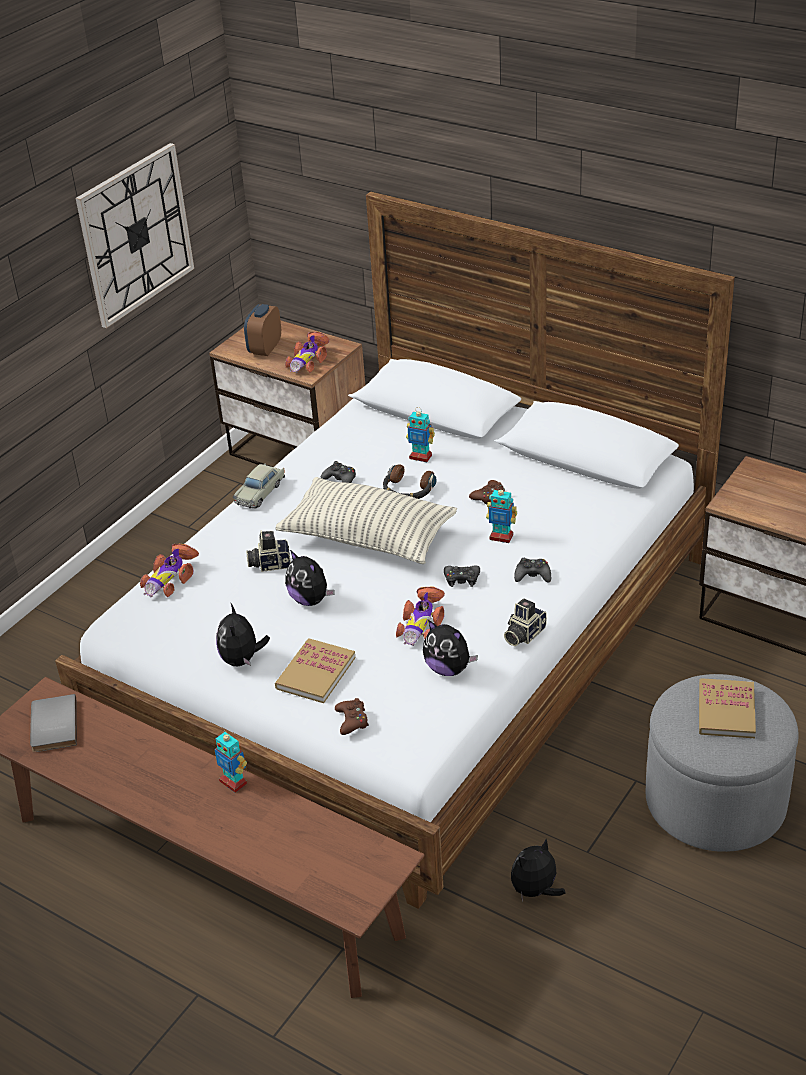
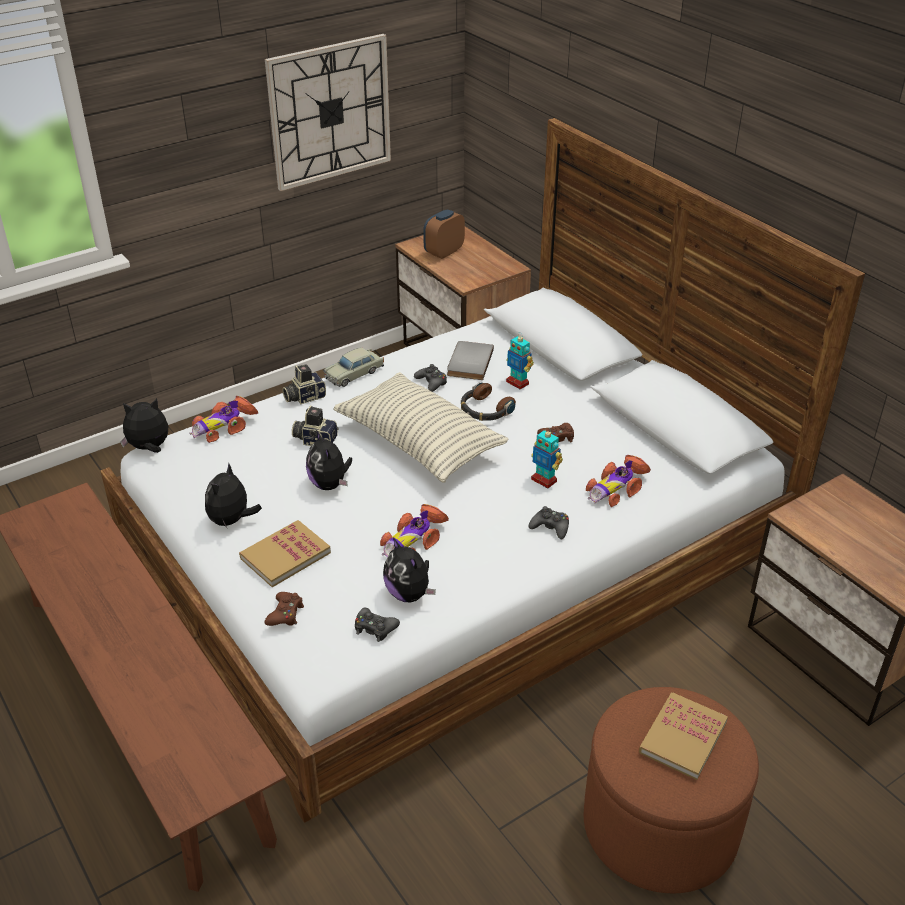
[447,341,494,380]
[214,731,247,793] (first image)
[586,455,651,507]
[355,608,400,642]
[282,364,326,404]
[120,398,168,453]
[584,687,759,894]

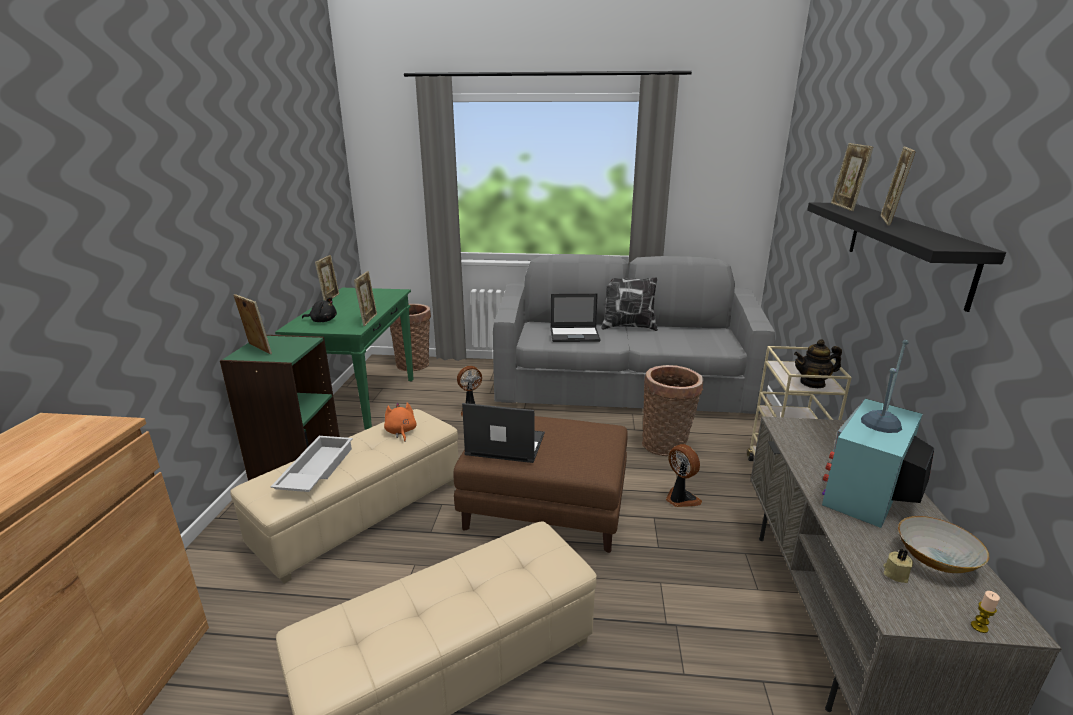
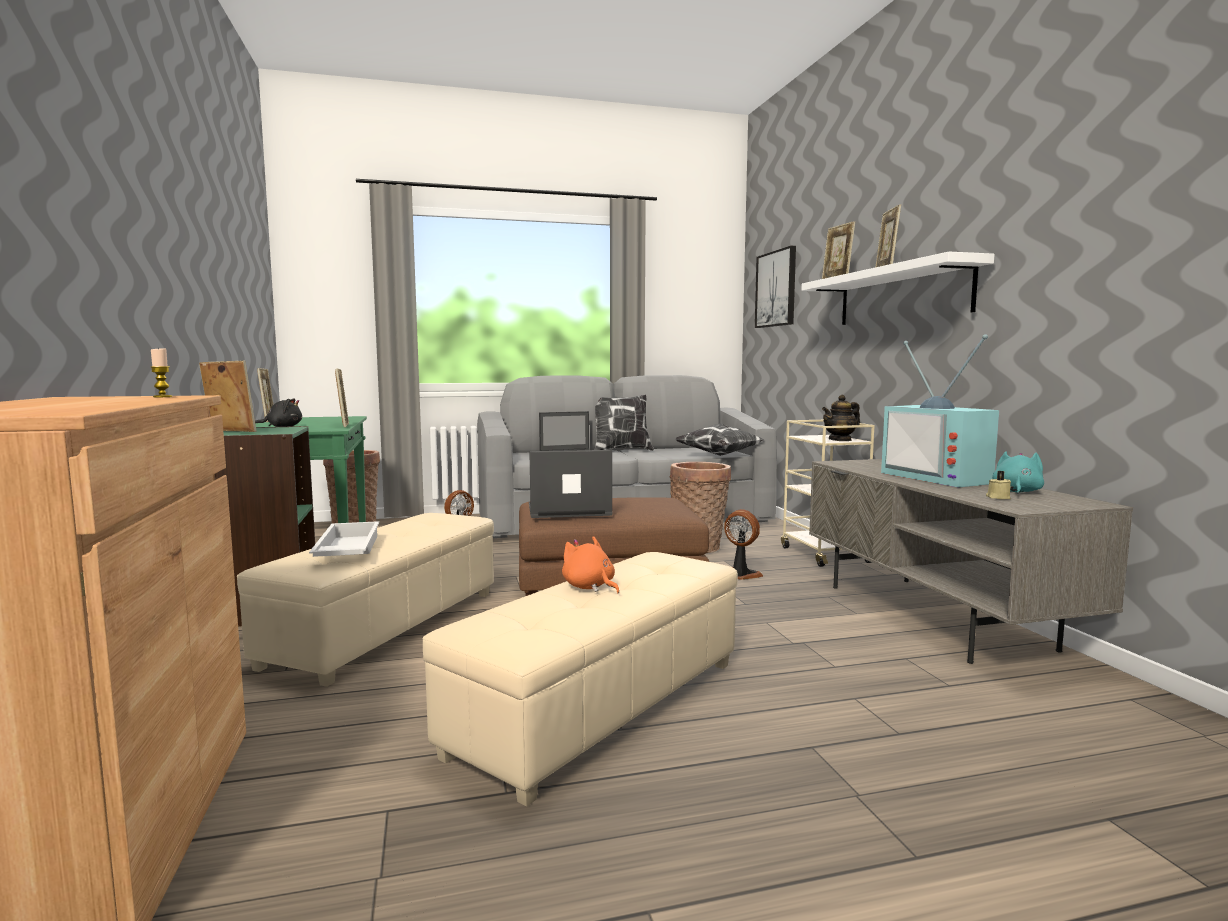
[562,536,619,593]
[801,252,995,325]
[881,334,999,487]
[992,451,1044,494]
[151,348,172,397]
[675,424,764,456]
[755,246,796,328]

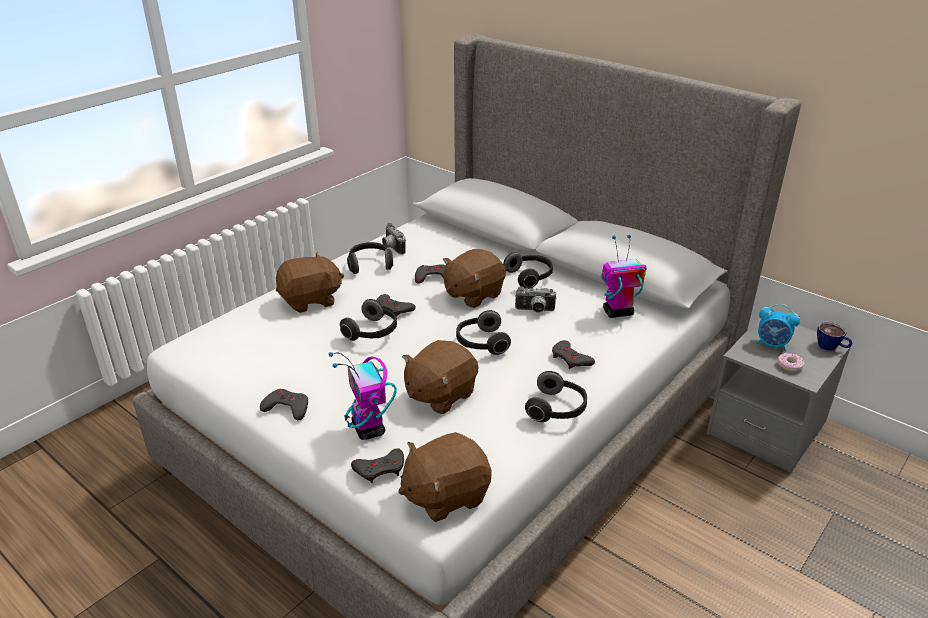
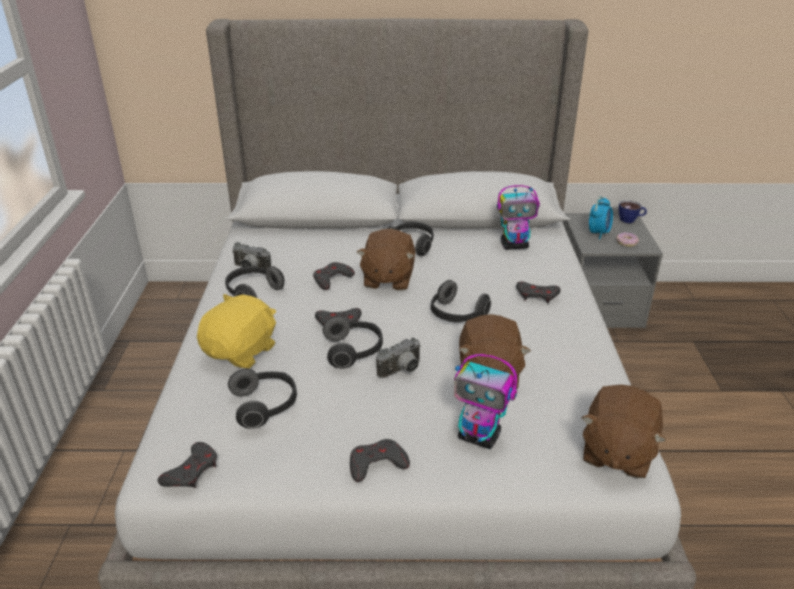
[197,294,276,369]
[158,442,217,488]
[376,338,421,378]
[228,369,297,429]
[497,185,540,250]
[589,196,613,240]

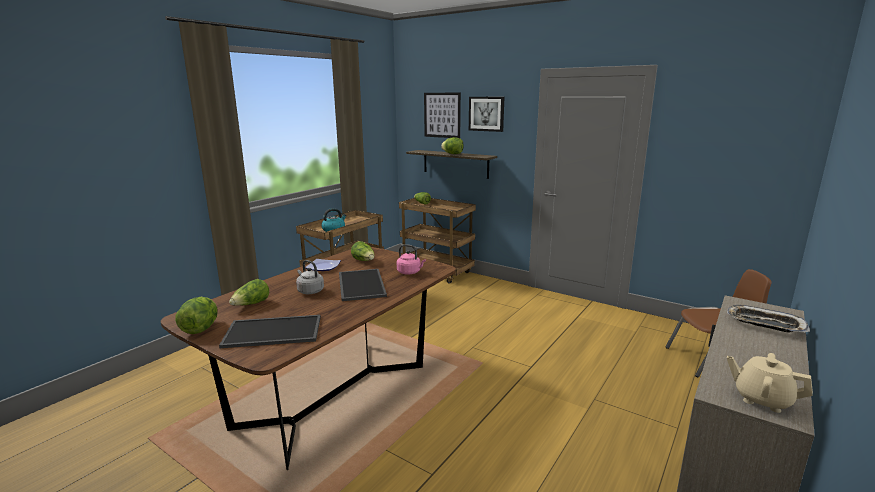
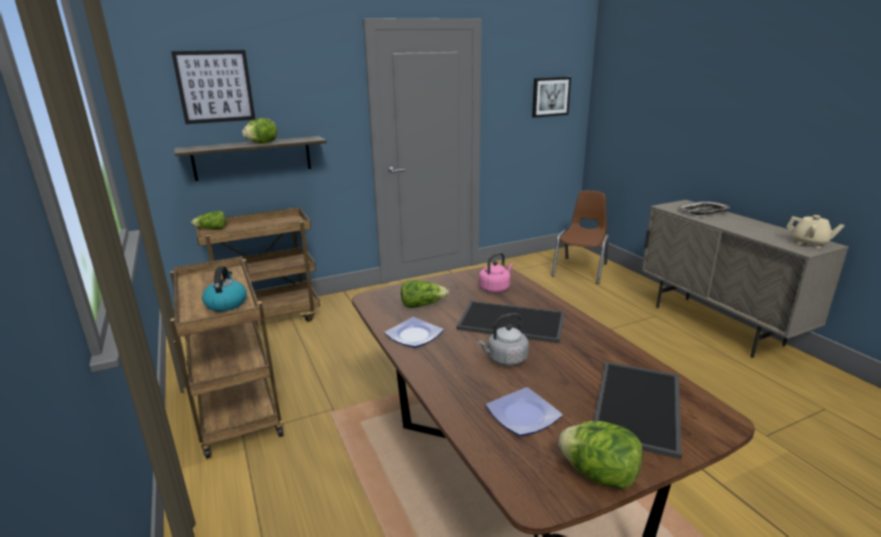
[486,387,563,436]
[532,77,571,118]
[786,215,845,248]

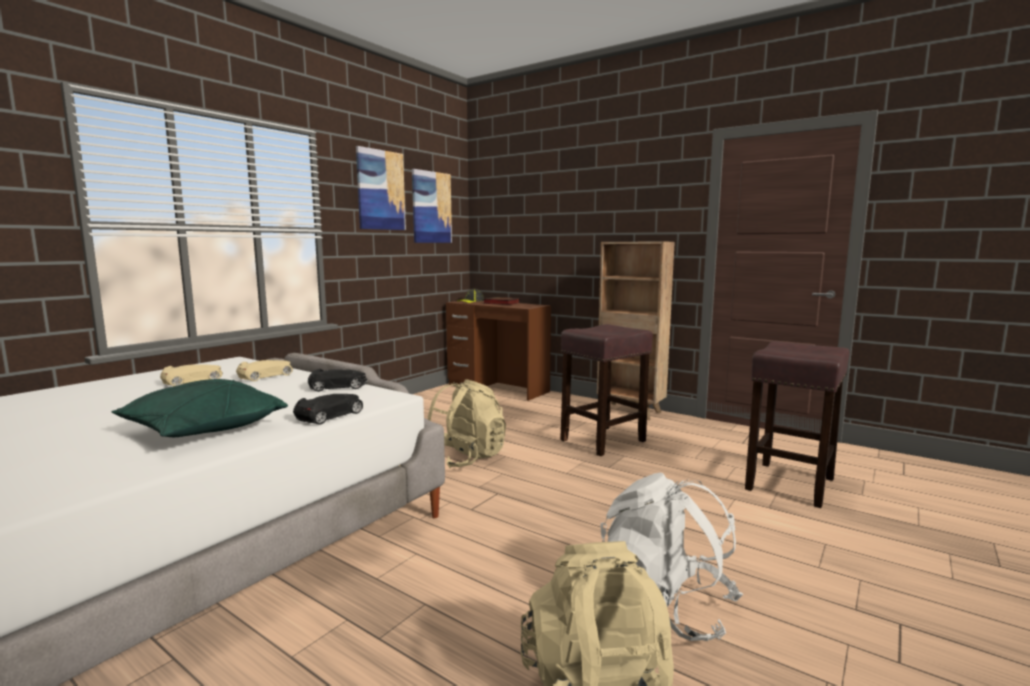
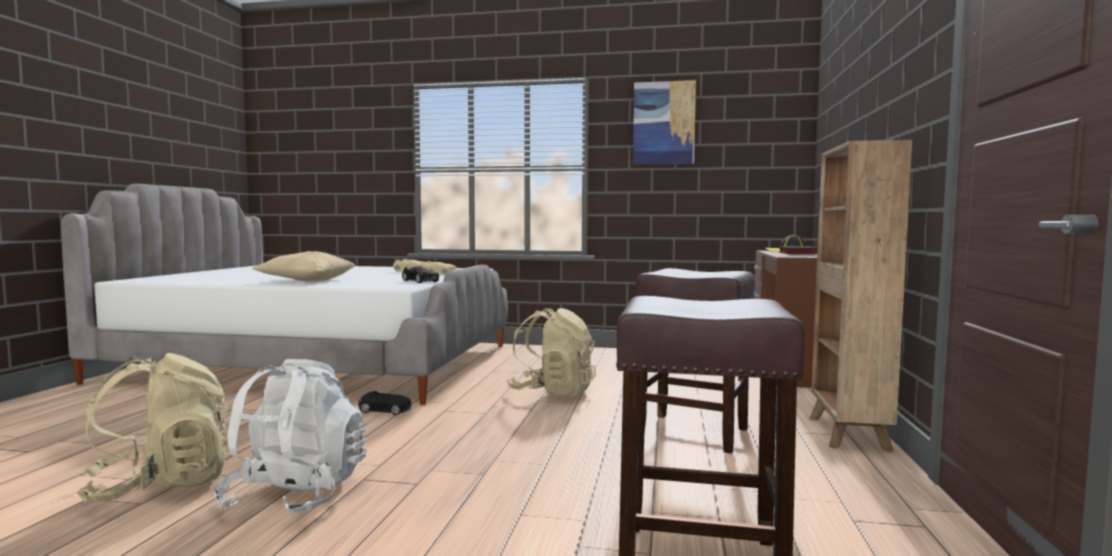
[252,251,355,281]
[358,391,411,415]
[412,169,452,243] (first image)

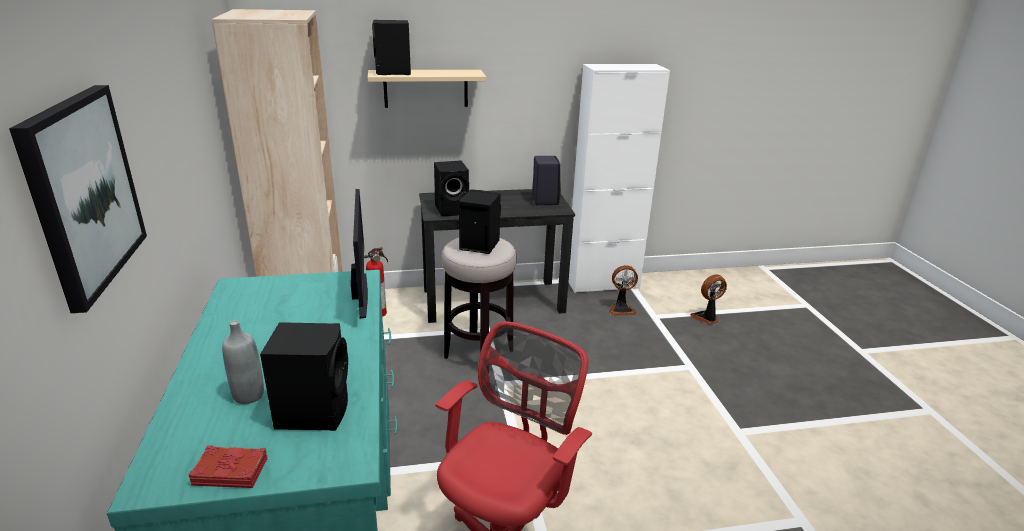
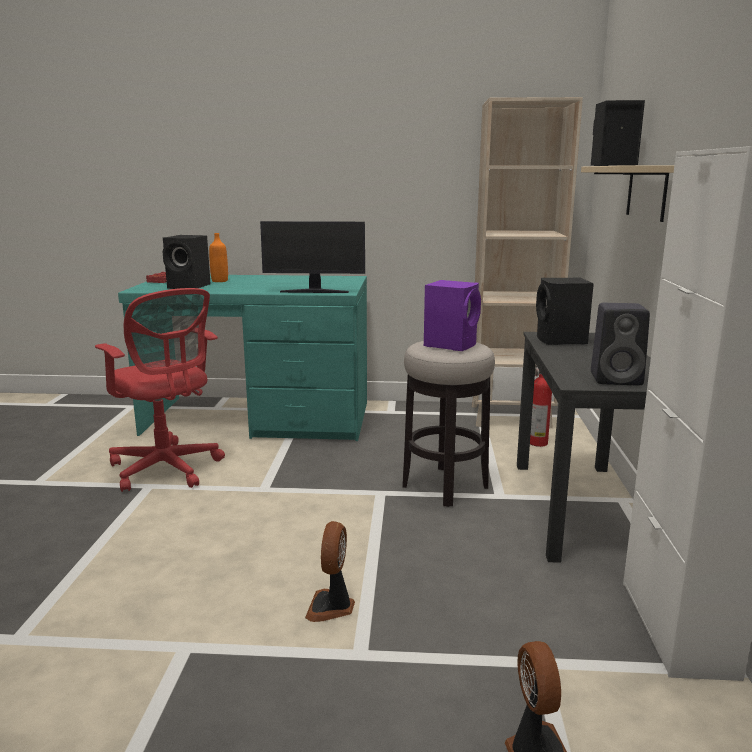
[9,85,147,313] (first image)
[209,233,228,282]
[424,280,481,351]
[305,521,355,622]

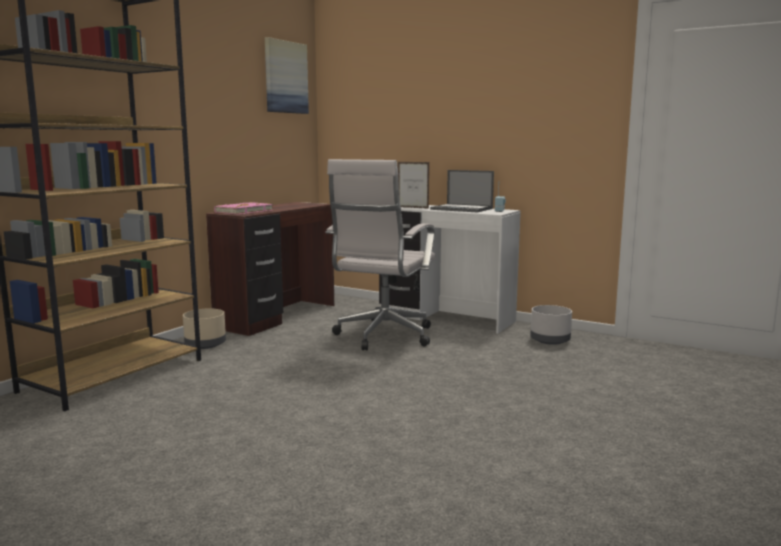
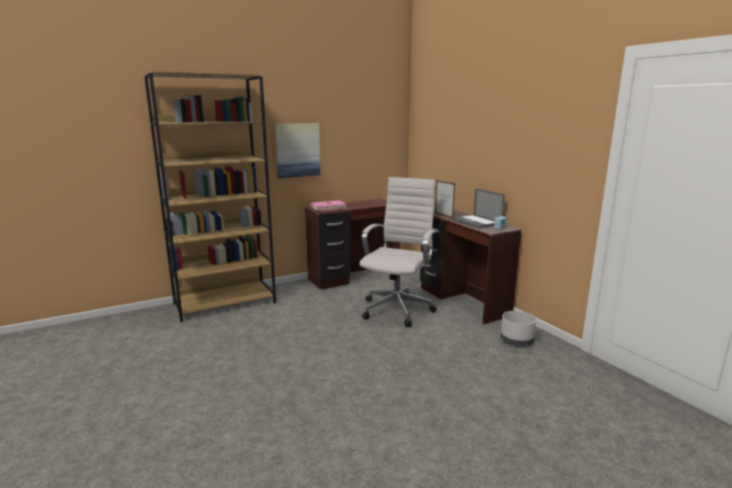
[183,309,226,349] (first image)
[275,123,320,178]
[359,177,439,327]
[420,210,522,325]

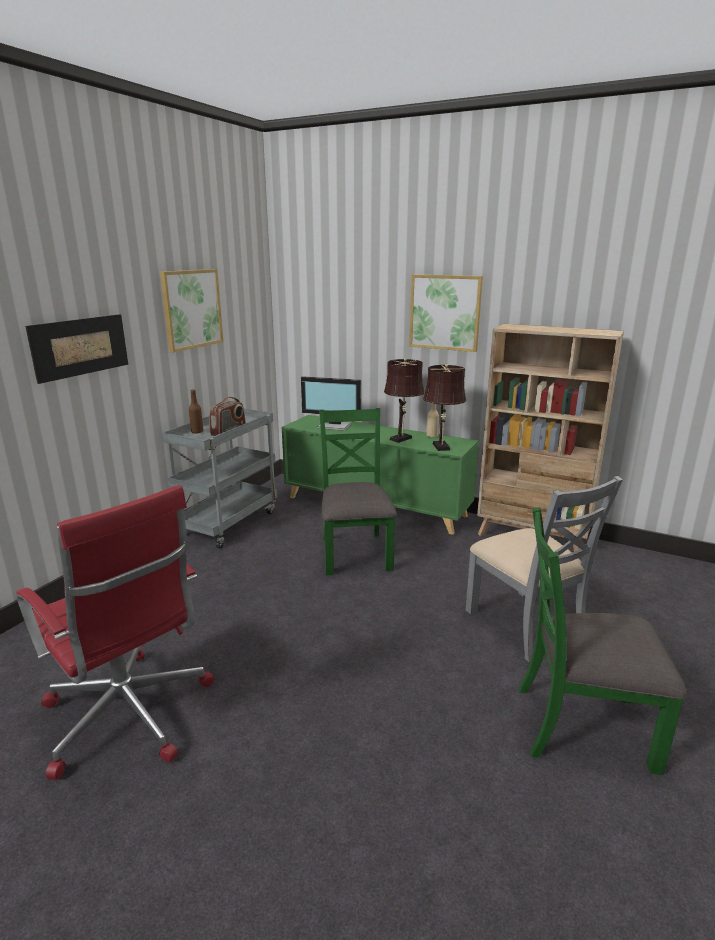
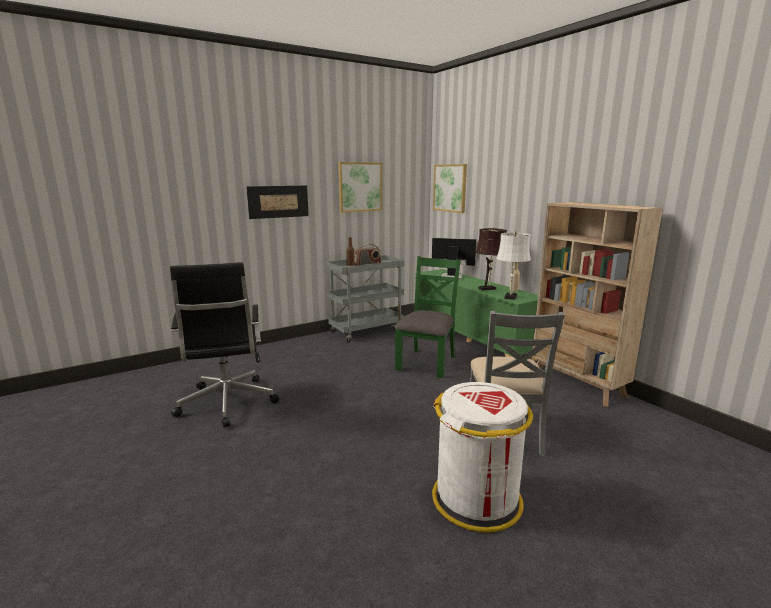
[170,262,279,428]
[432,238,477,280]
[433,164,467,213]
[496,231,531,300]
[432,382,533,532]

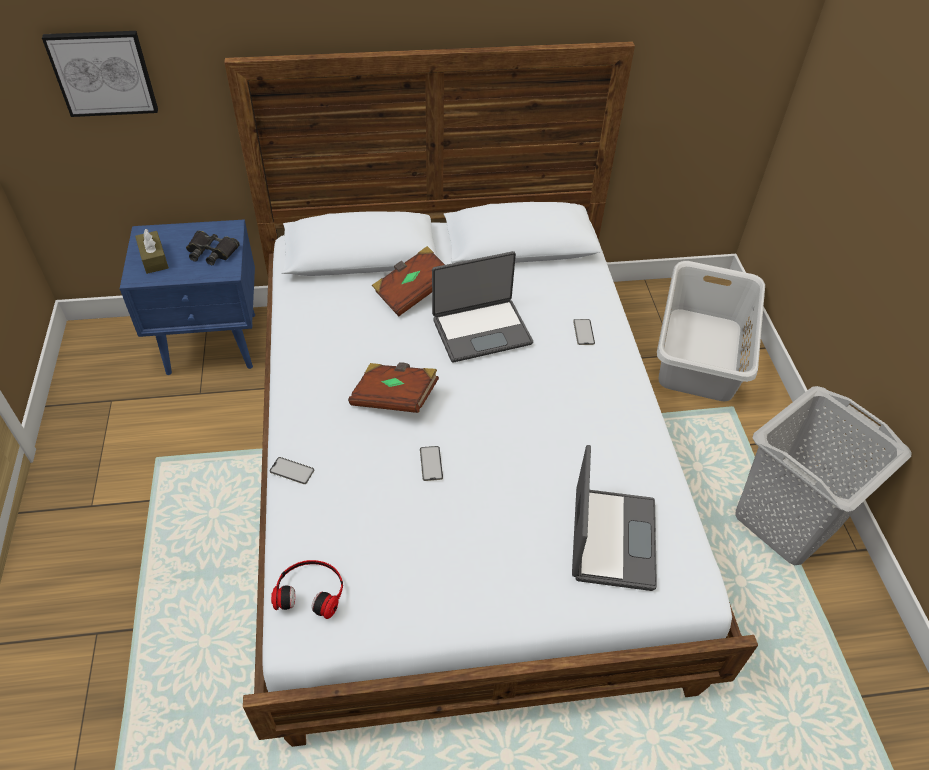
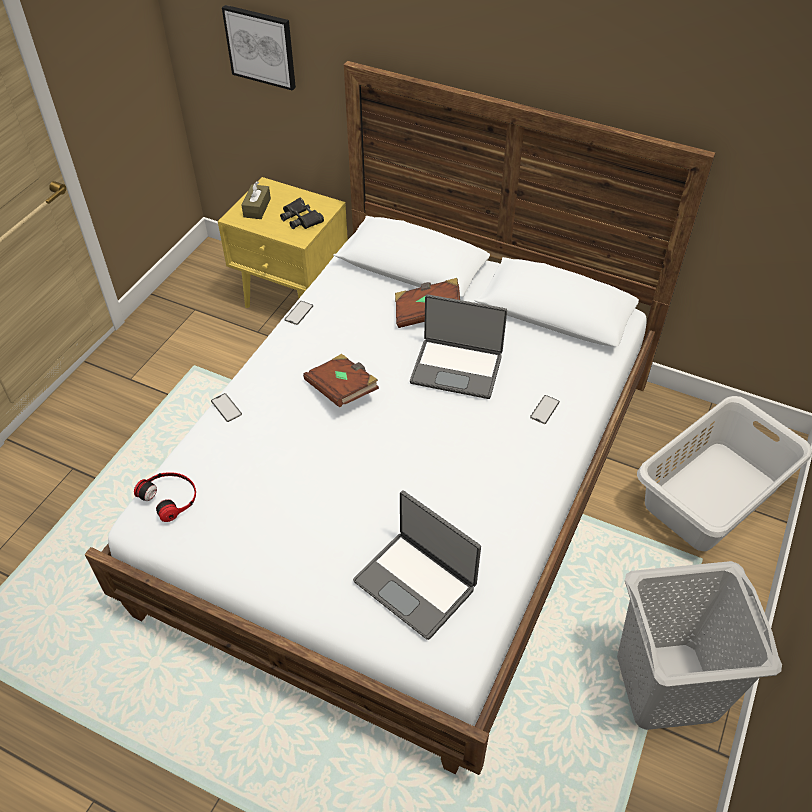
[218,177,348,308]
[284,301,313,325]
[353,490,481,640]

